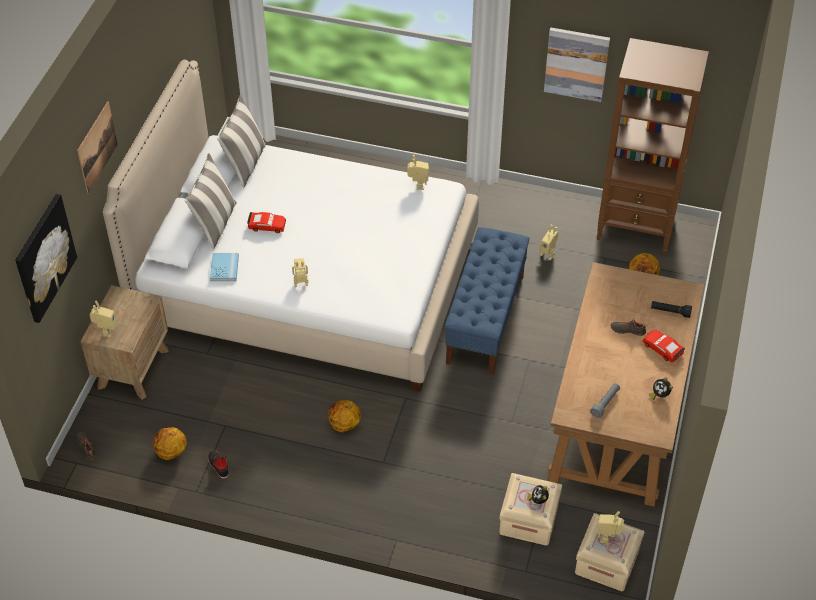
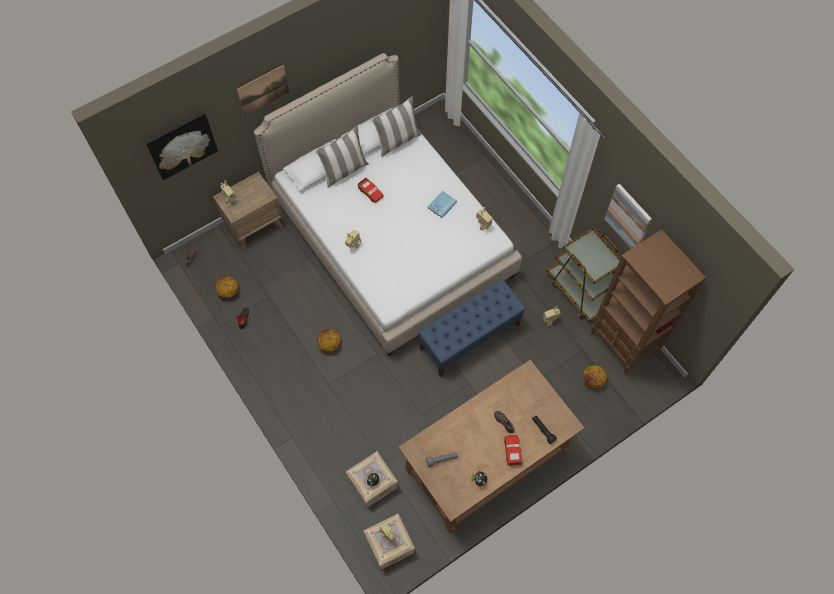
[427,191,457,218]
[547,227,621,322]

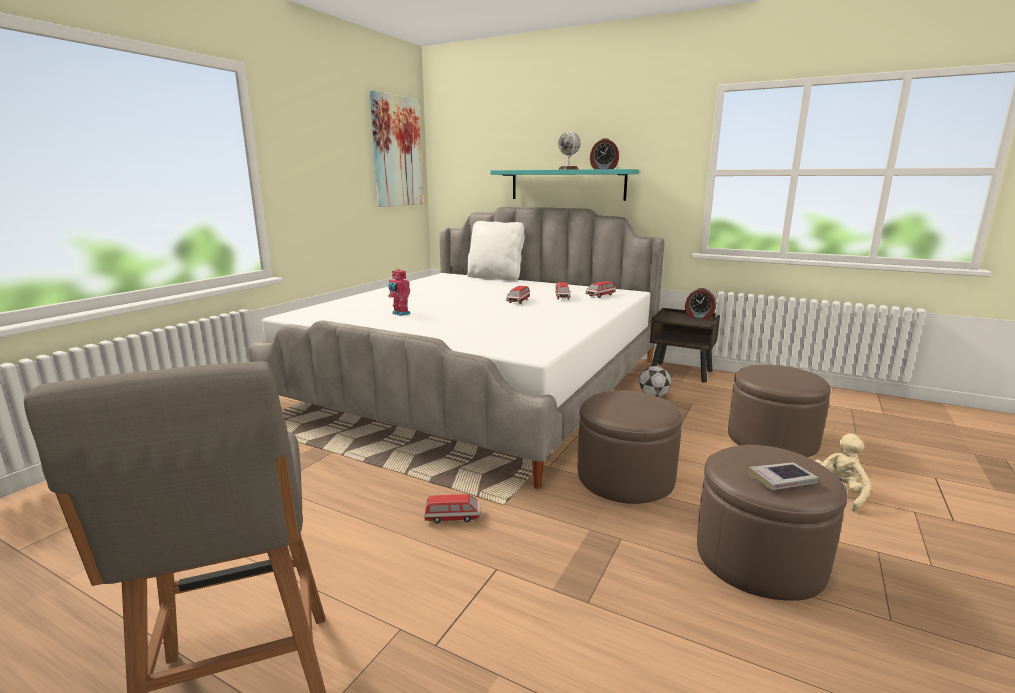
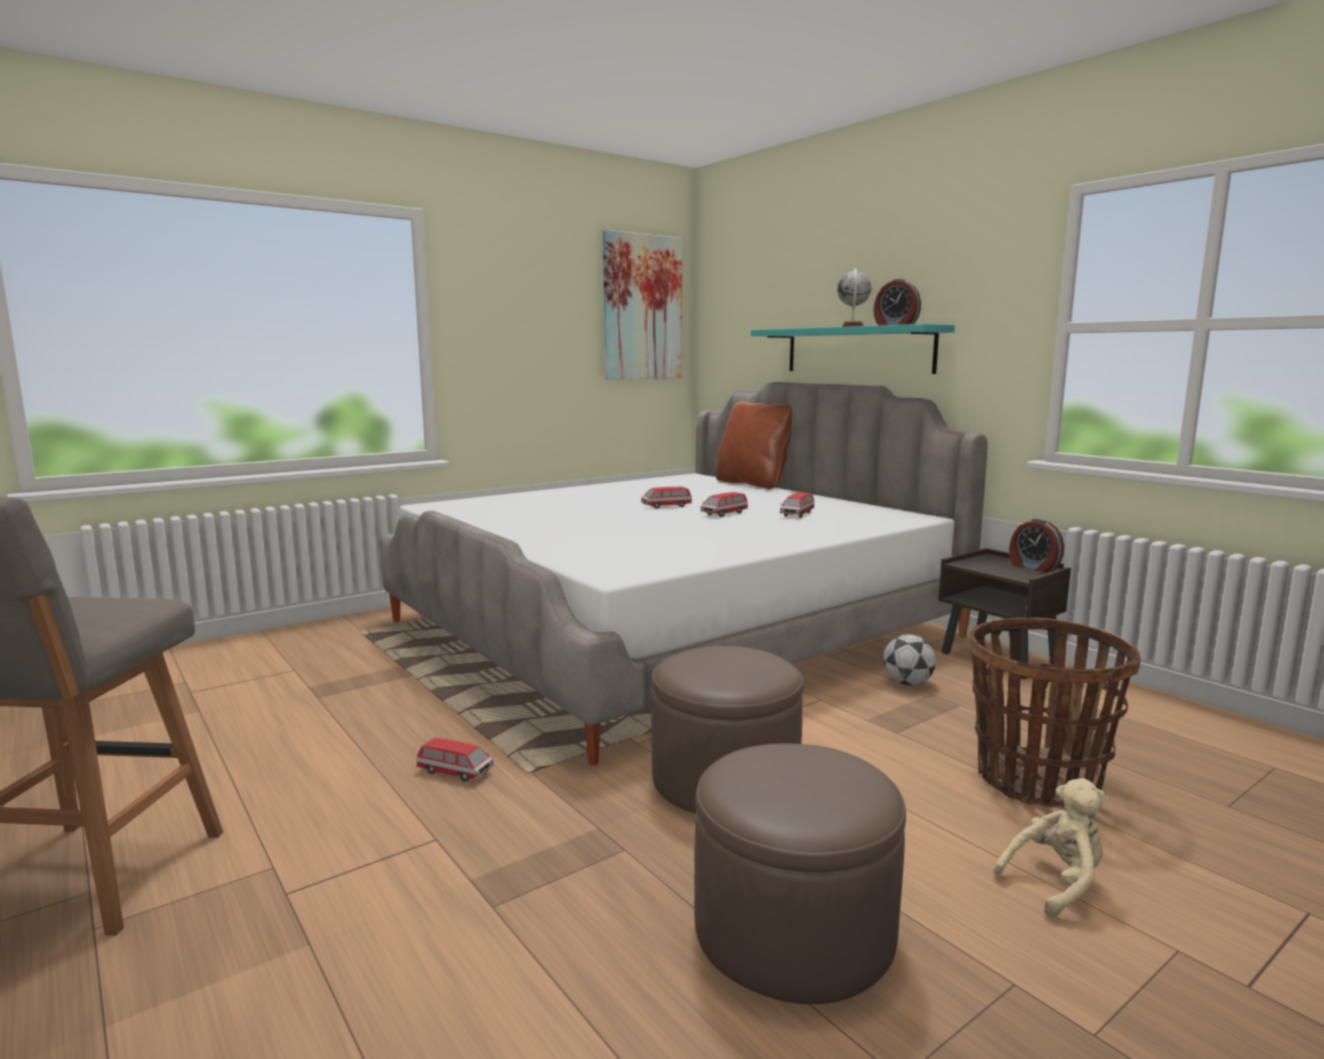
[388,268,410,316] (first image)
[716,402,792,489]
[641,487,692,509]
[969,618,1140,808]
[748,462,819,490] (first image)

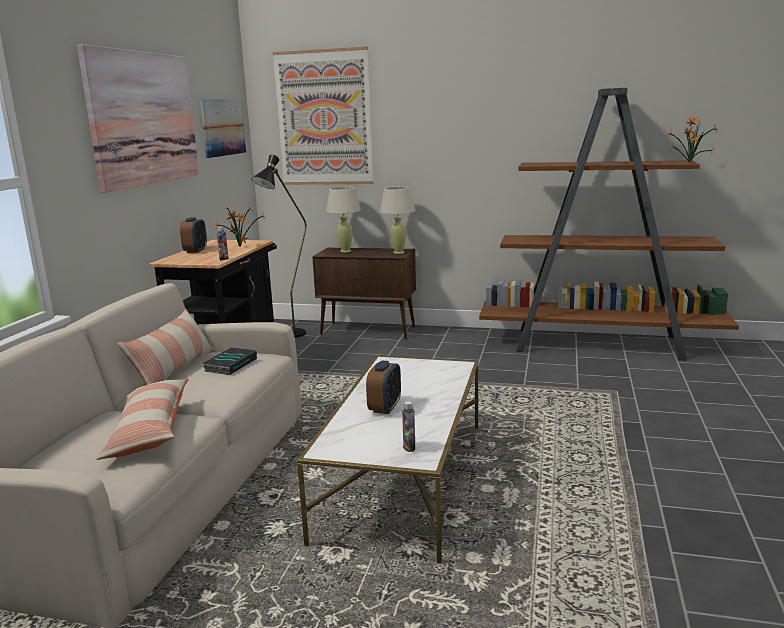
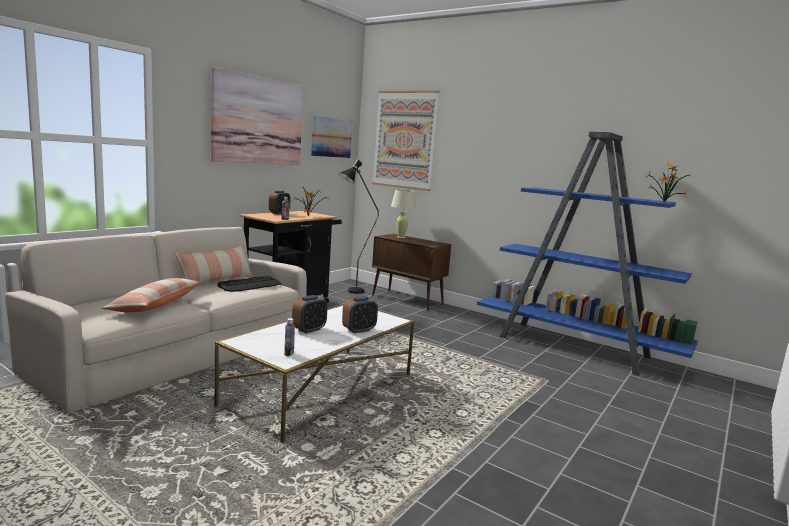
[217,276,281,292]
[380,187,416,254] (first image)
[477,132,698,376]
[342,296,378,334]

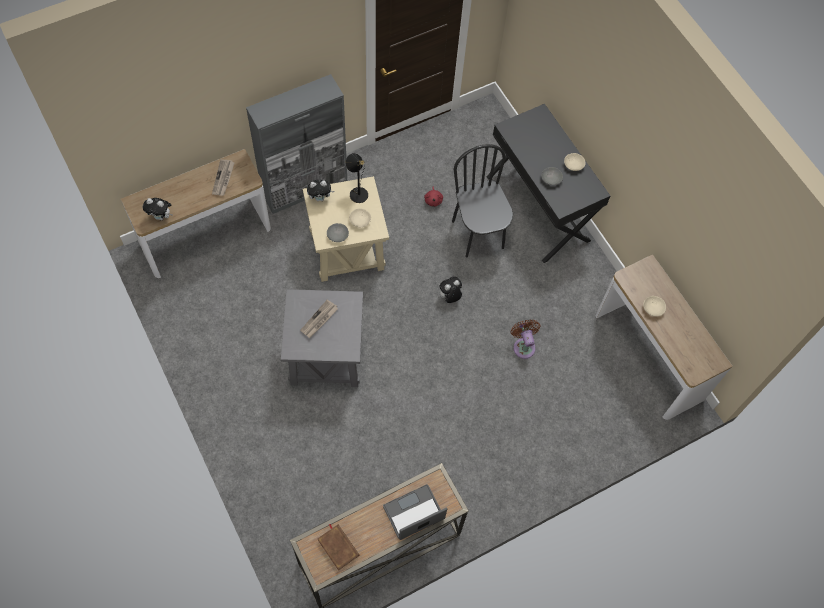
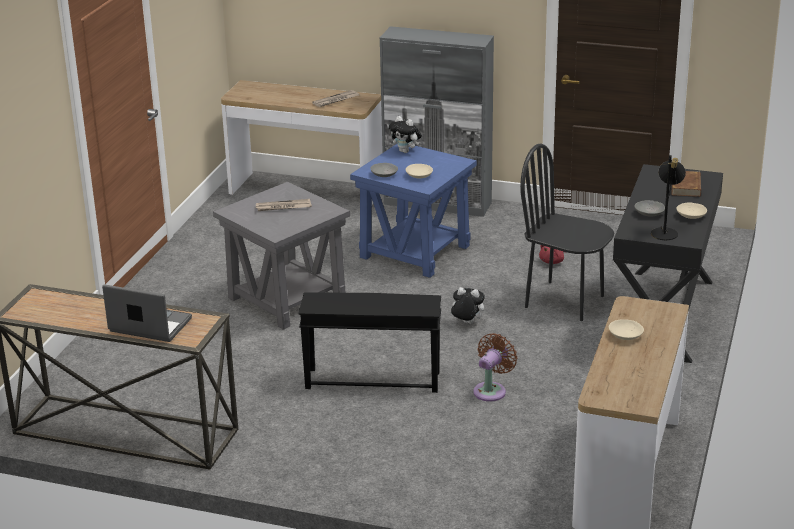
[142,198,173,220] (first image)
[350,143,477,278]
[672,171,701,197]
[651,155,686,240]
[520,143,614,321]
[298,292,441,393]

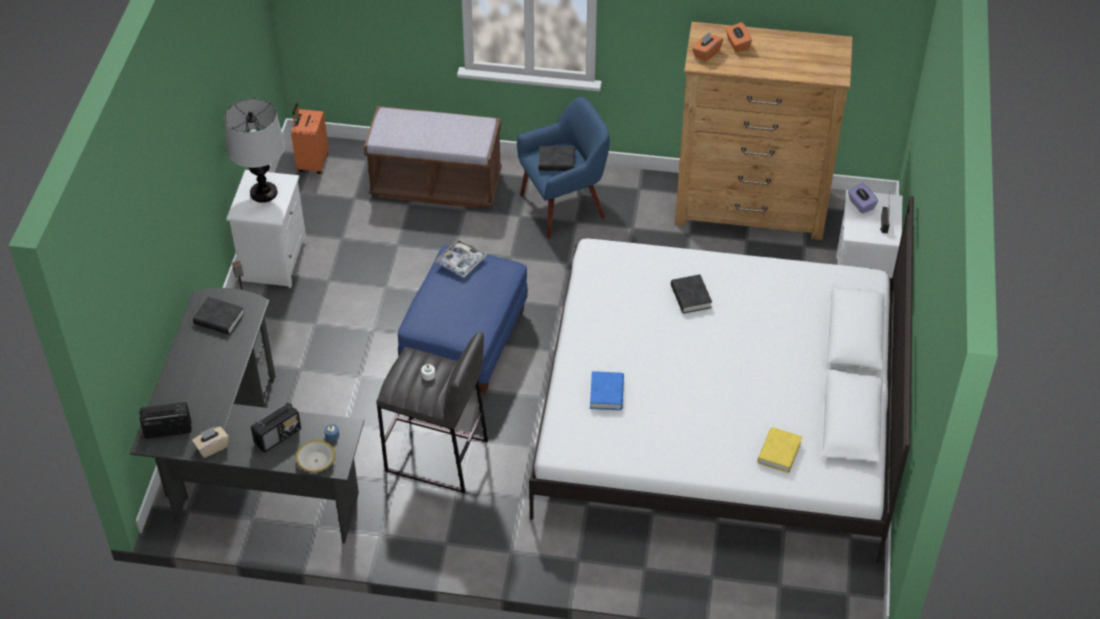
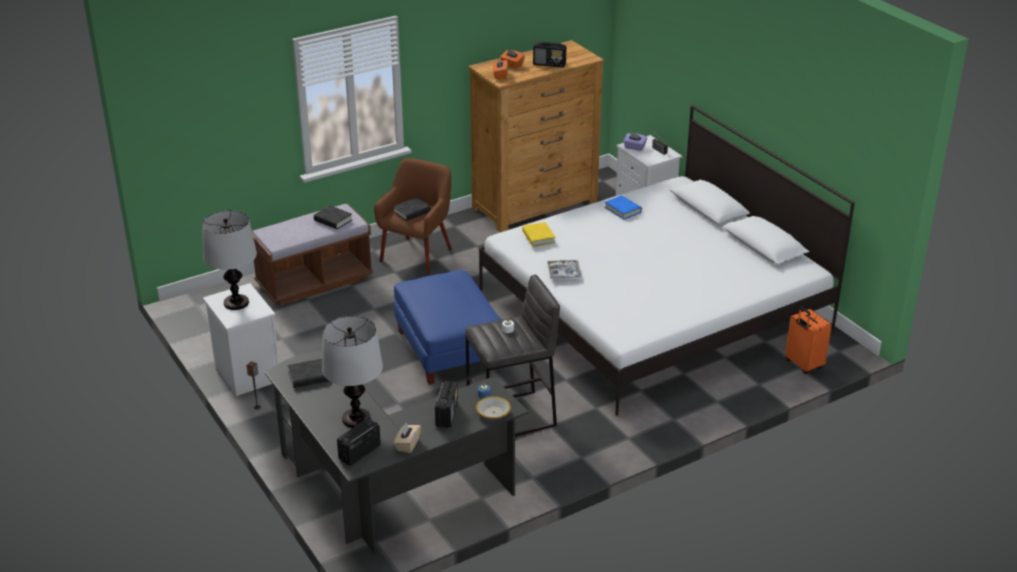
[785,307,832,374]
[547,260,582,279]
[374,158,452,275]
[604,195,642,220]
[314,205,352,229]
[522,222,555,247]
[322,316,383,428]
[533,42,566,68]

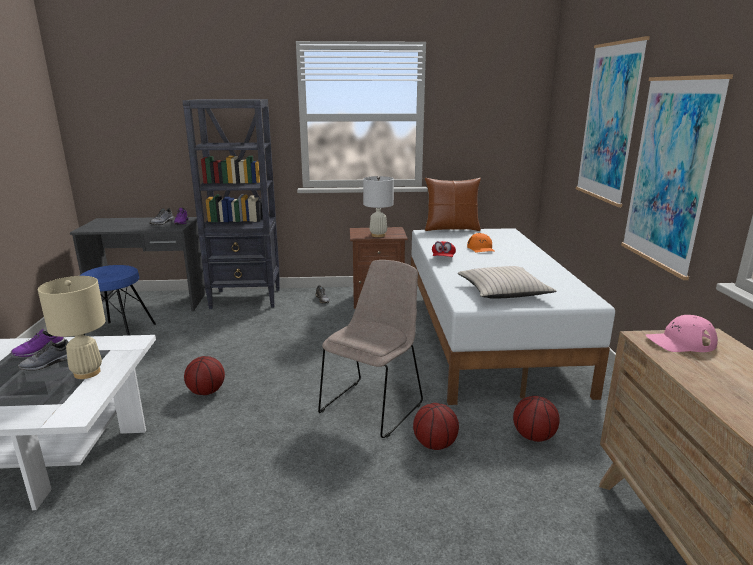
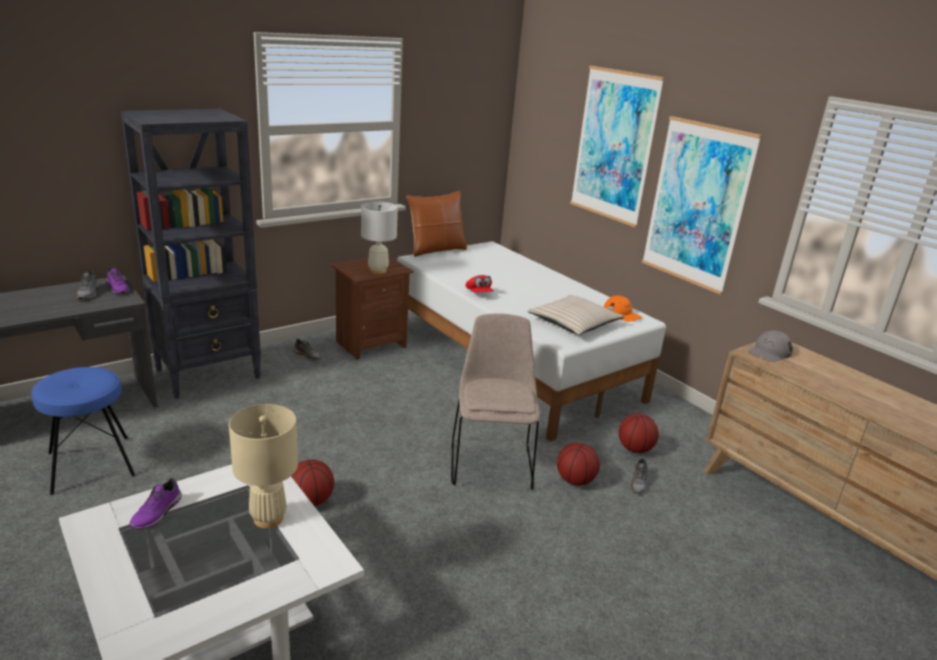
[630,458,648,494]
[604,296,642,322]
[748,331,793,362]

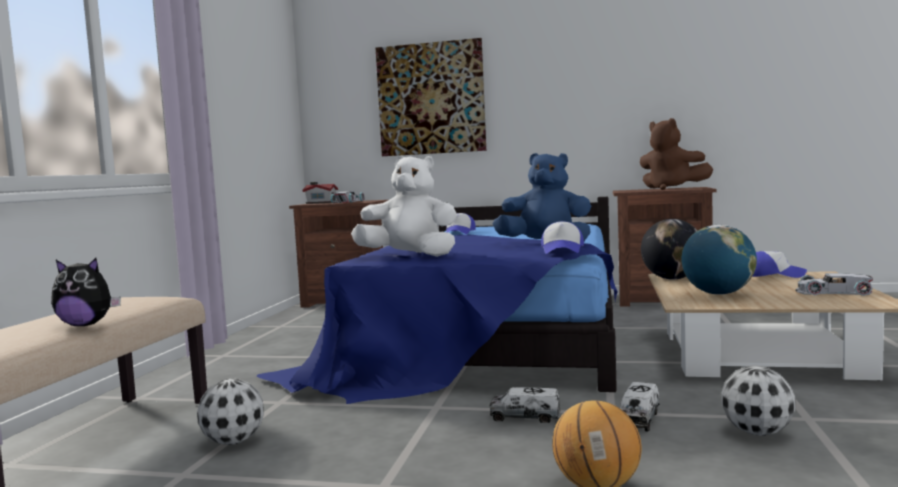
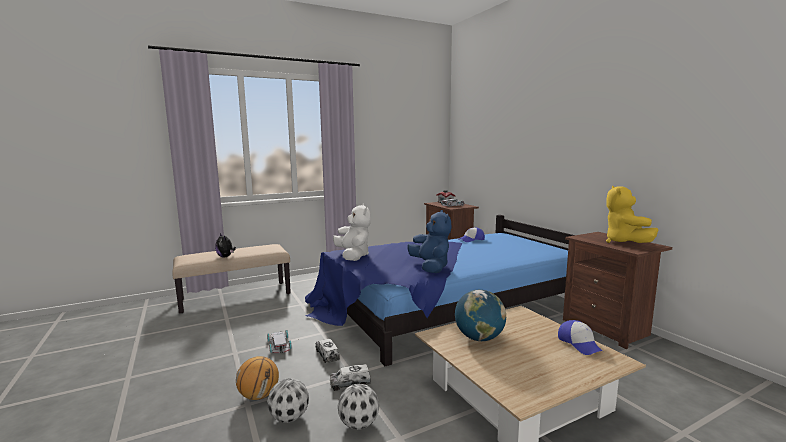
[267,378,309,423]
[376,38,486,156] (first image)
[541,221,584,254] (first image)
[606,186,658,243]
[641,219,698,280] (first image)
[267,330,292,354]

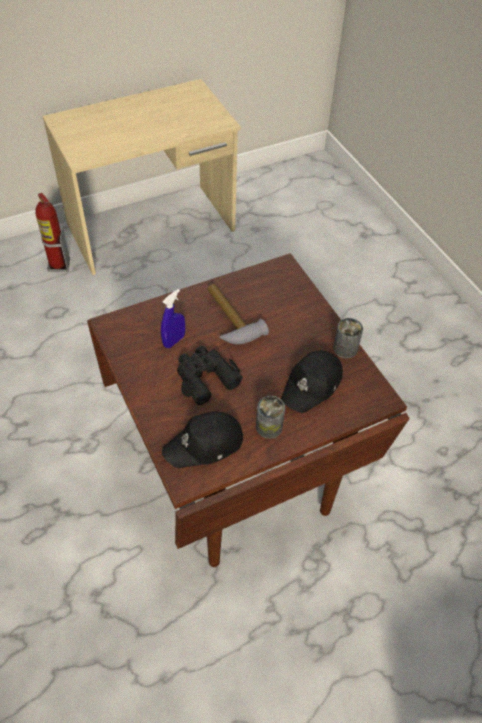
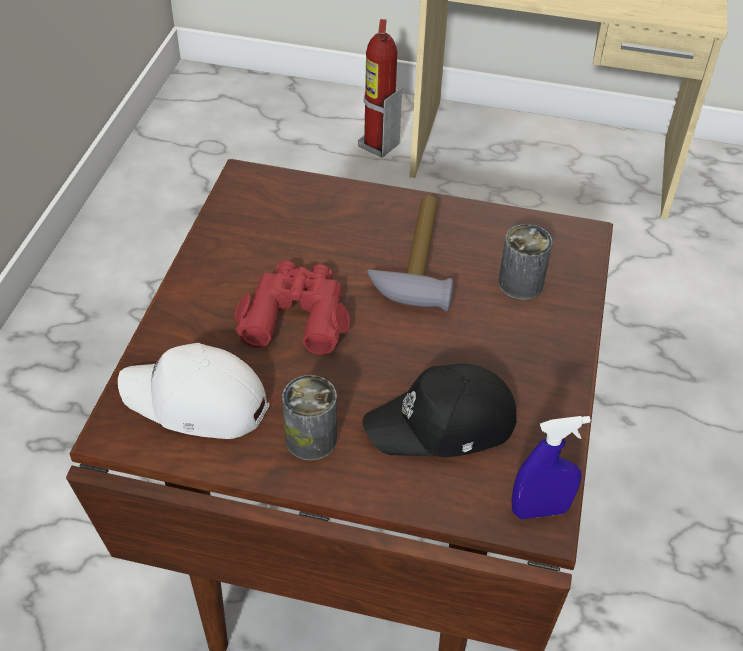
[512,416,591,519]
[118,343,269,439]
[234,261,350,355]
[498,224,552,300]

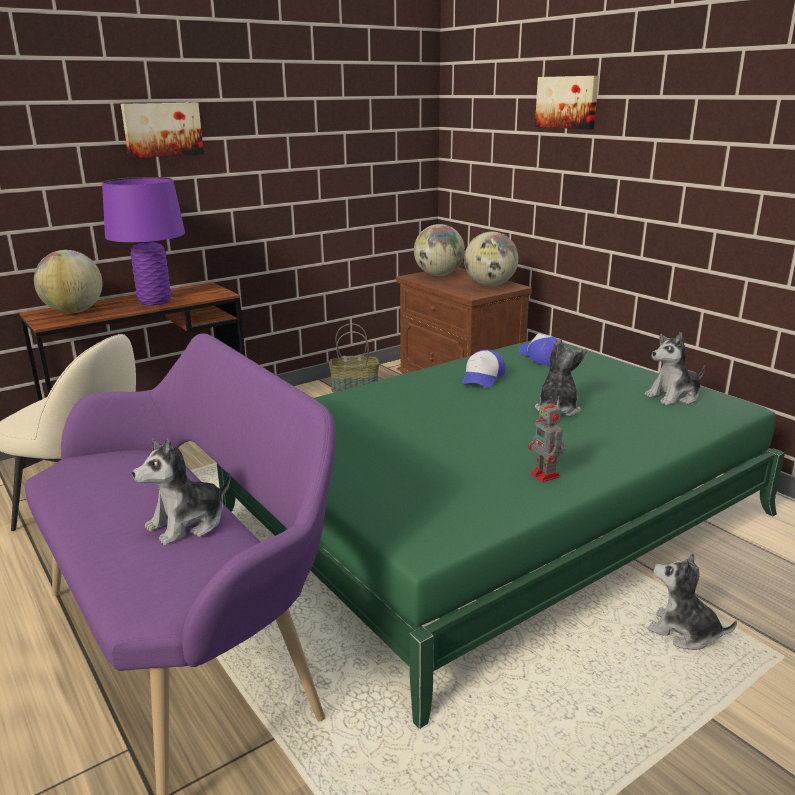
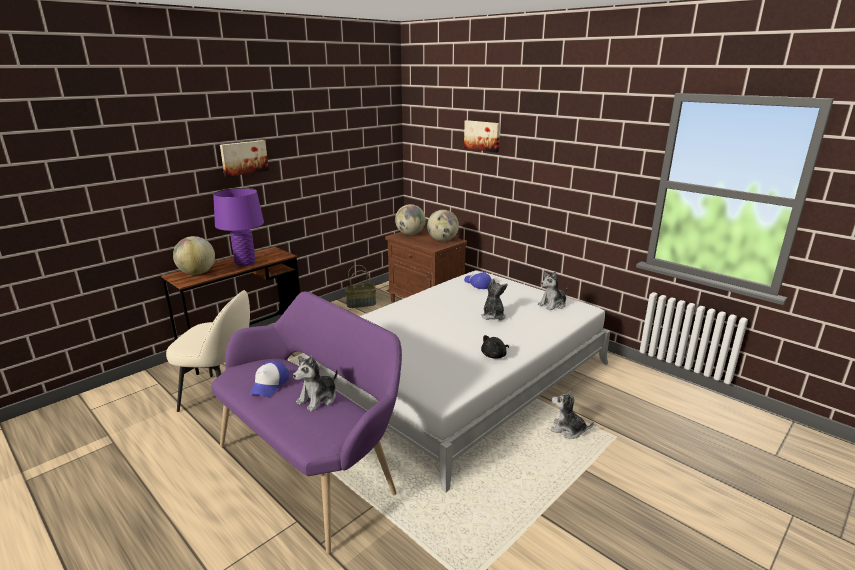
[303,271,610,492]
[250,361,289,397]
[481,335,509,359]

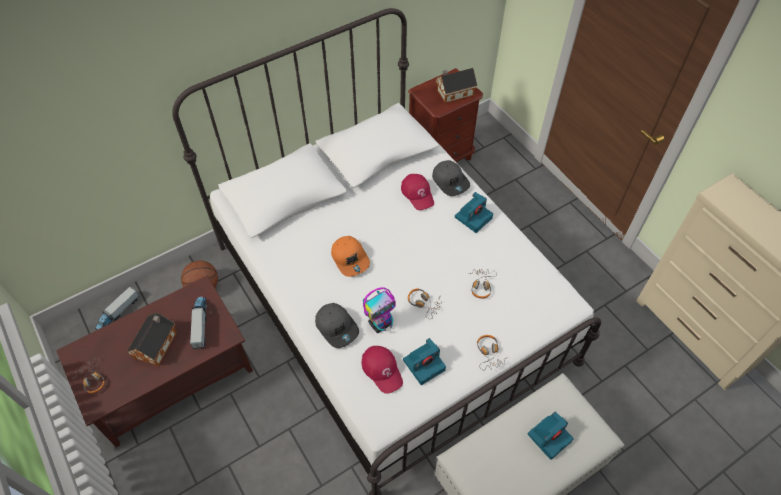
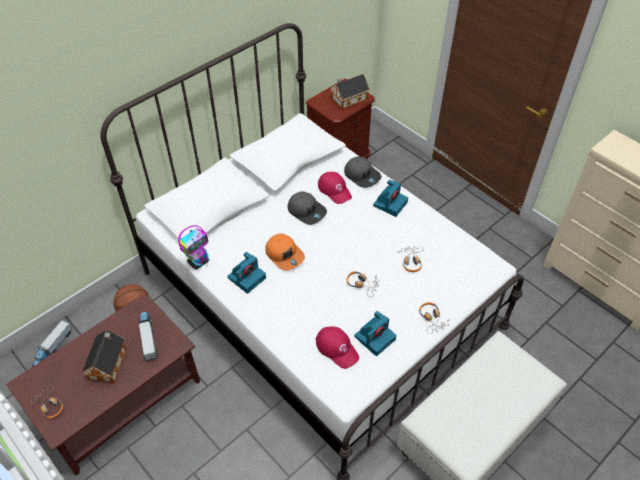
[288,191,327,225]
[178,225,209,270]
[227,252,266,294]

